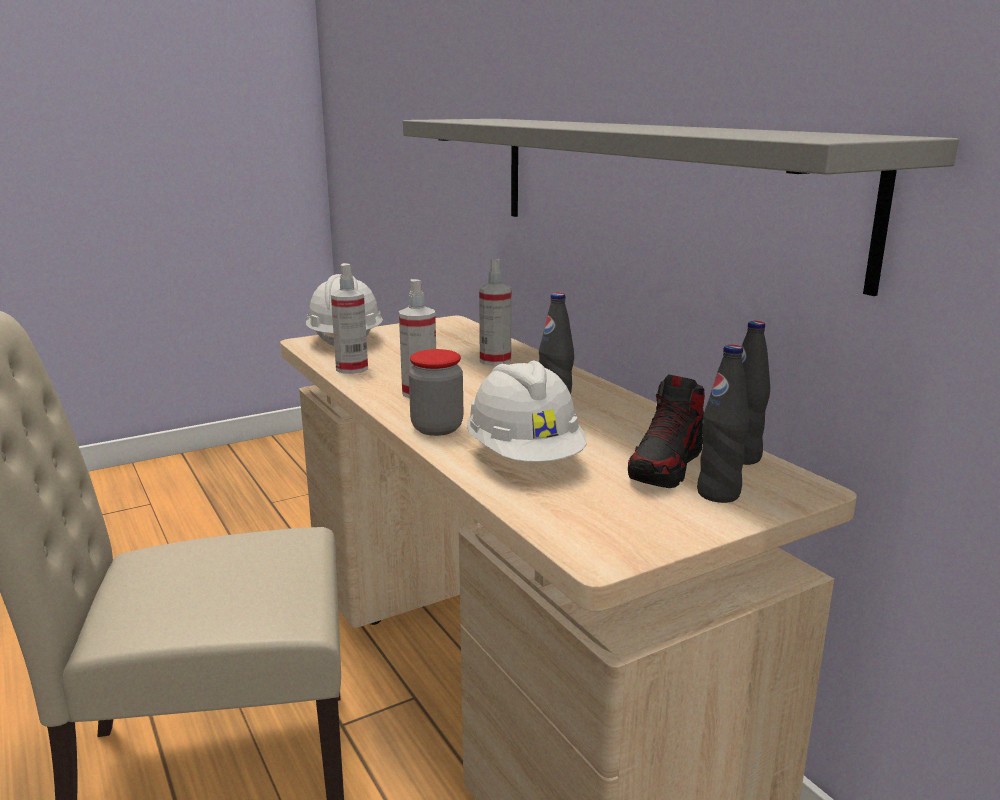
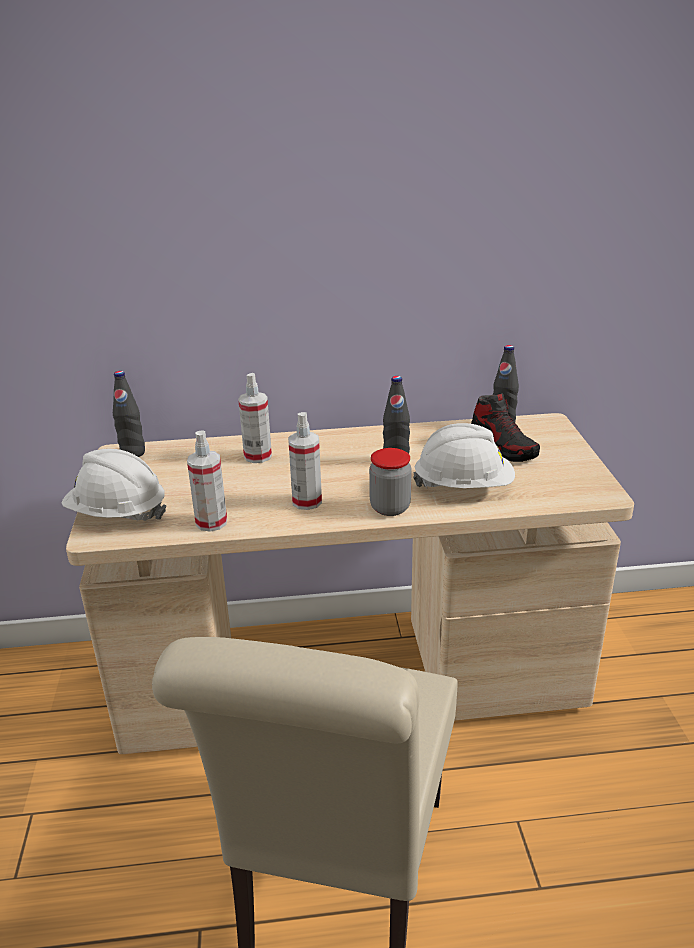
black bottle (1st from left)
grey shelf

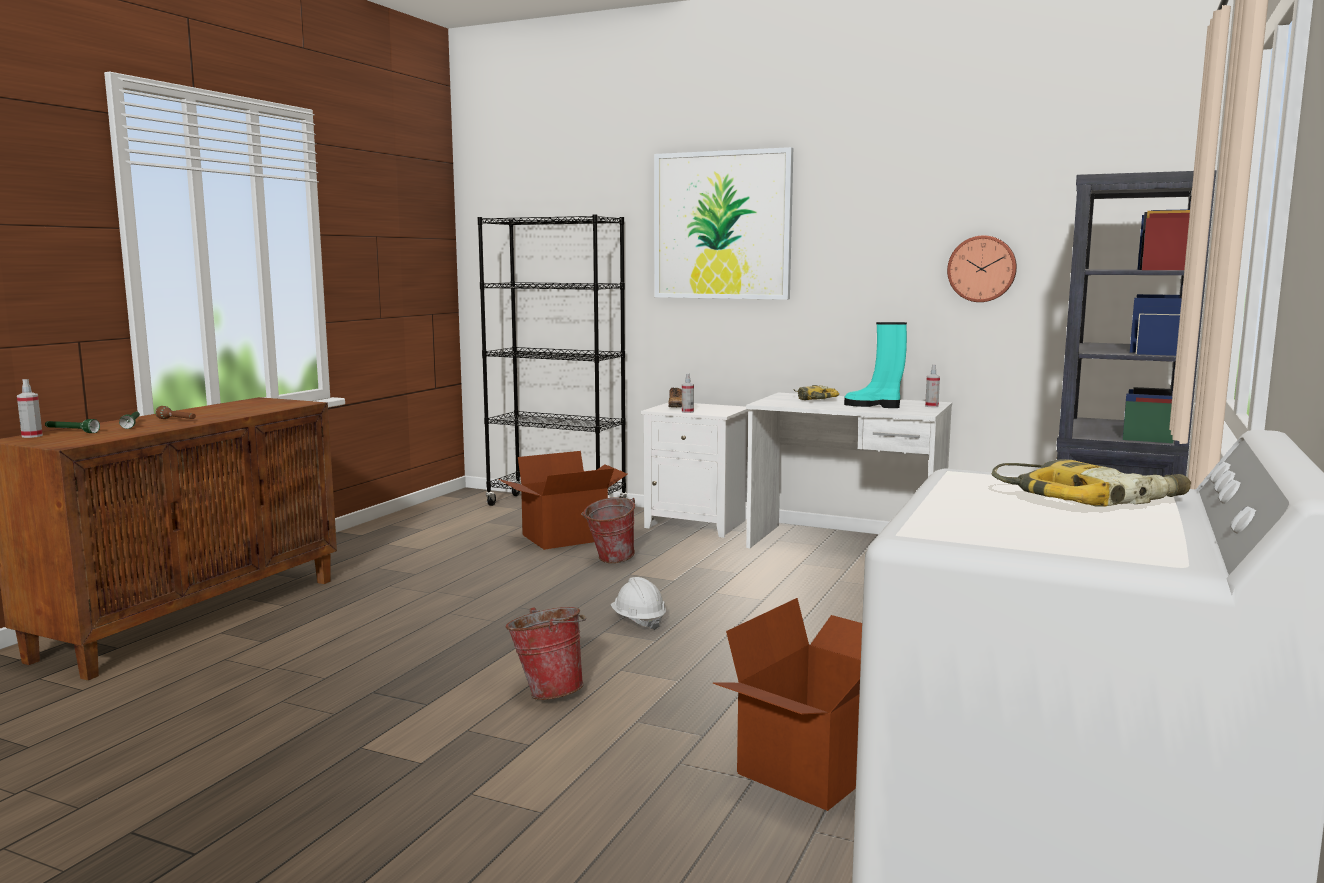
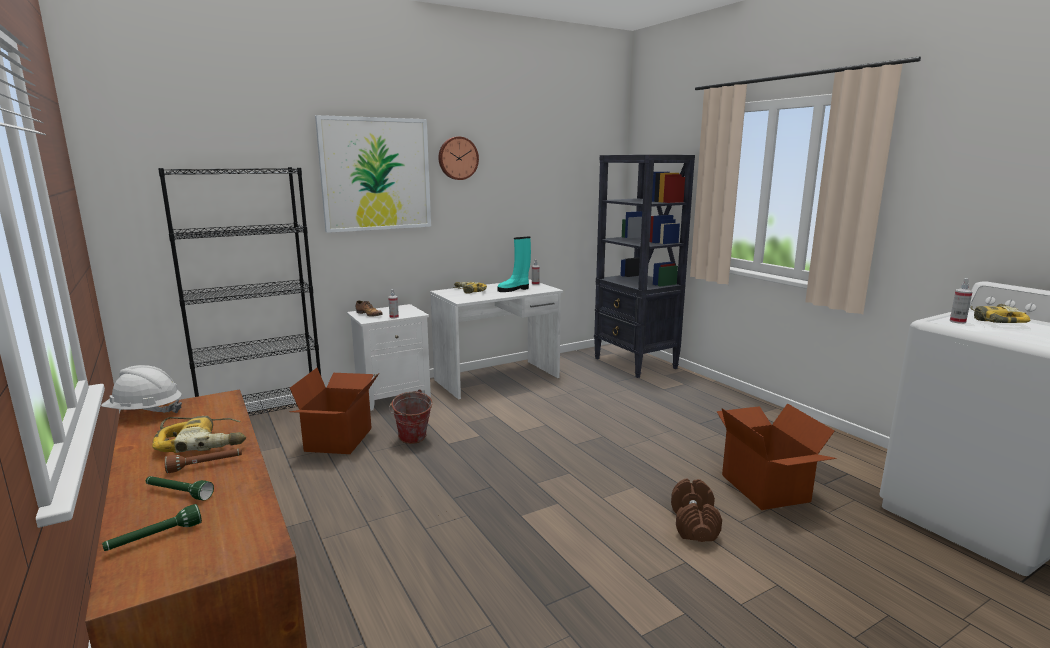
white hard hat
power drill (1st from left)
wall clock
brown dumbbell
spray bottle (3rd from left)
bucket (1st from left in the first image)

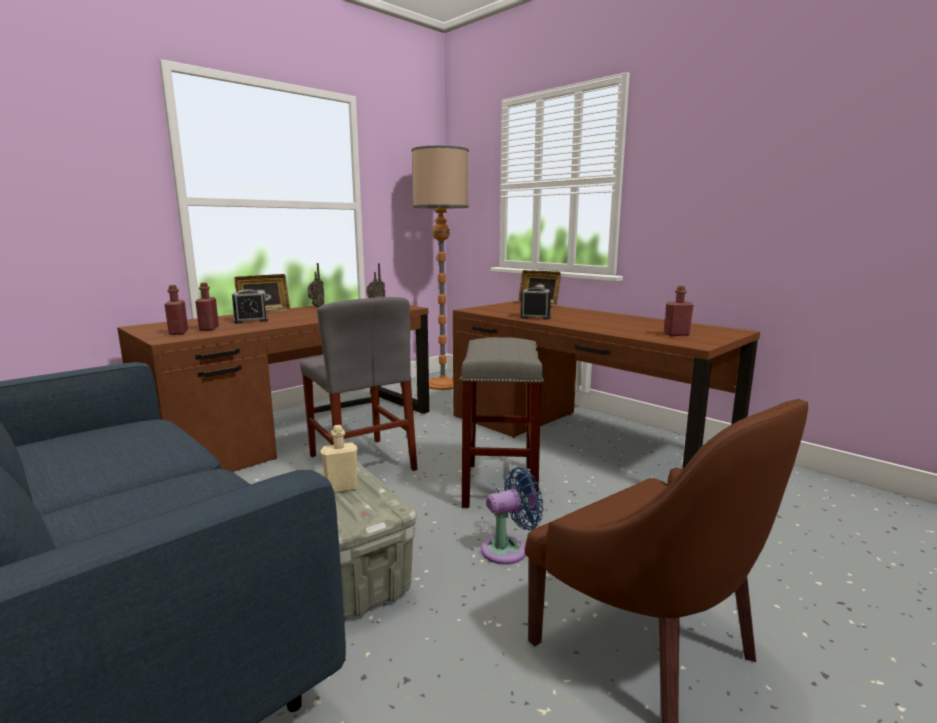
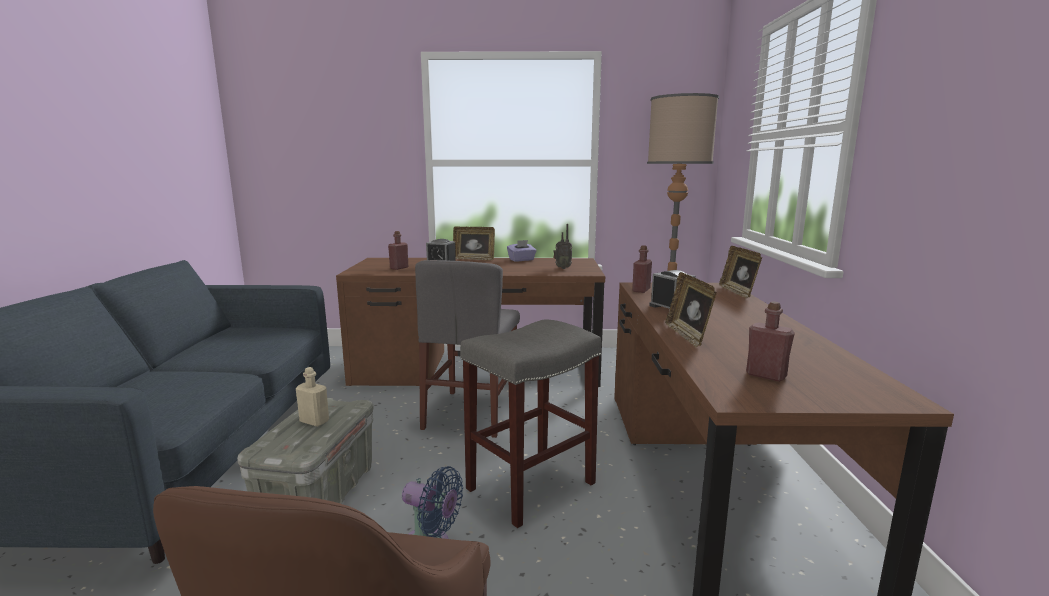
purple tissue box
red bottle (2nd from left)
picture frame (2nd from left)

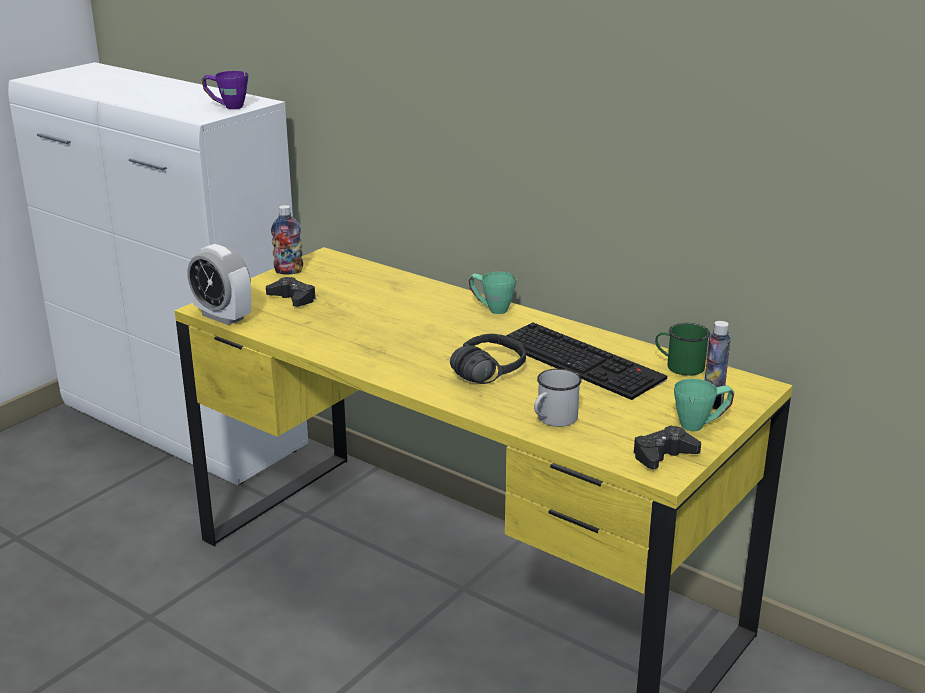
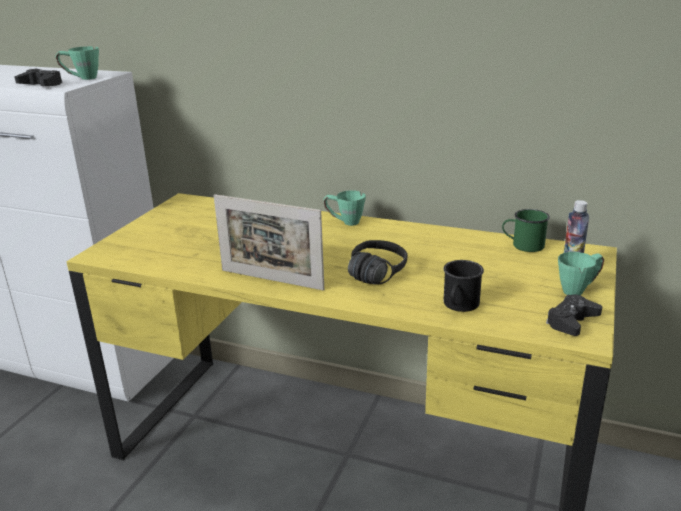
black game controller (1st from left)
green mug (1st from left)
picture frame
black mug
alarm clock
bottle (1st from left in the first image)
keyboard

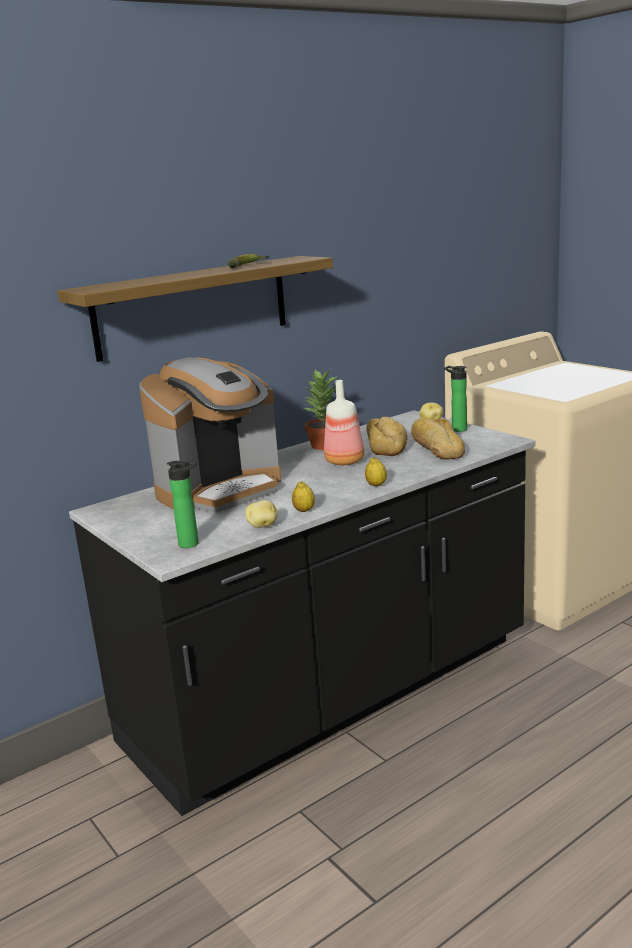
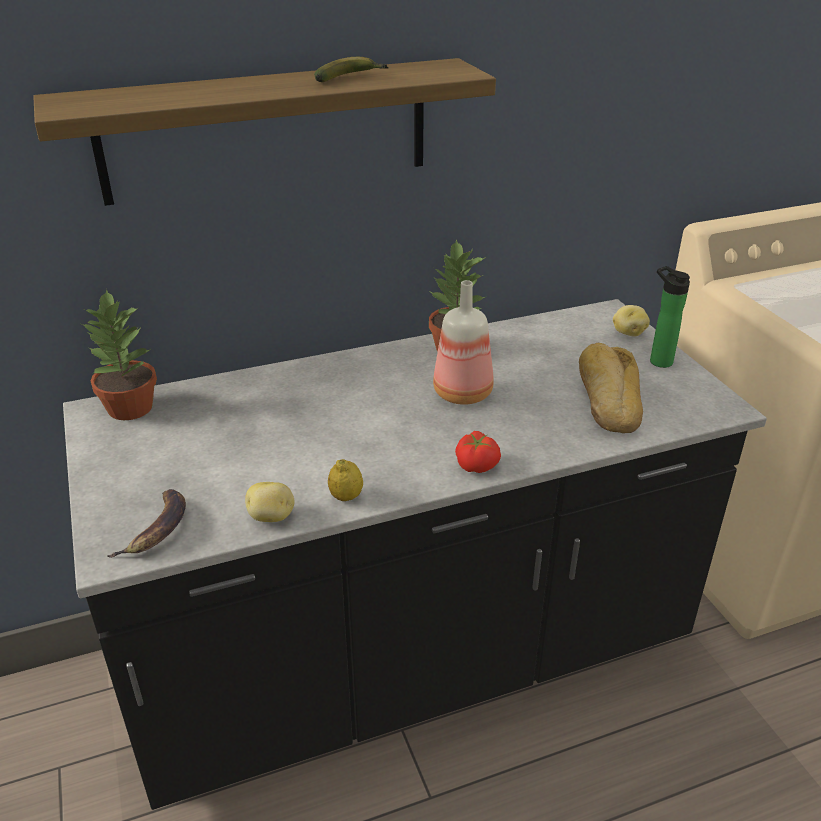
potted plant (1st from left)
banana (1st from left)
tomato
coffee machine
bread (1st from left in the first image)

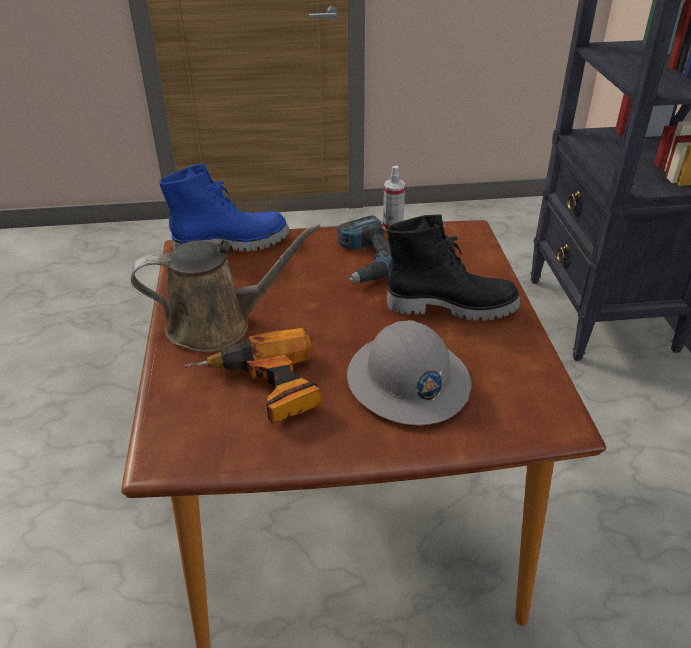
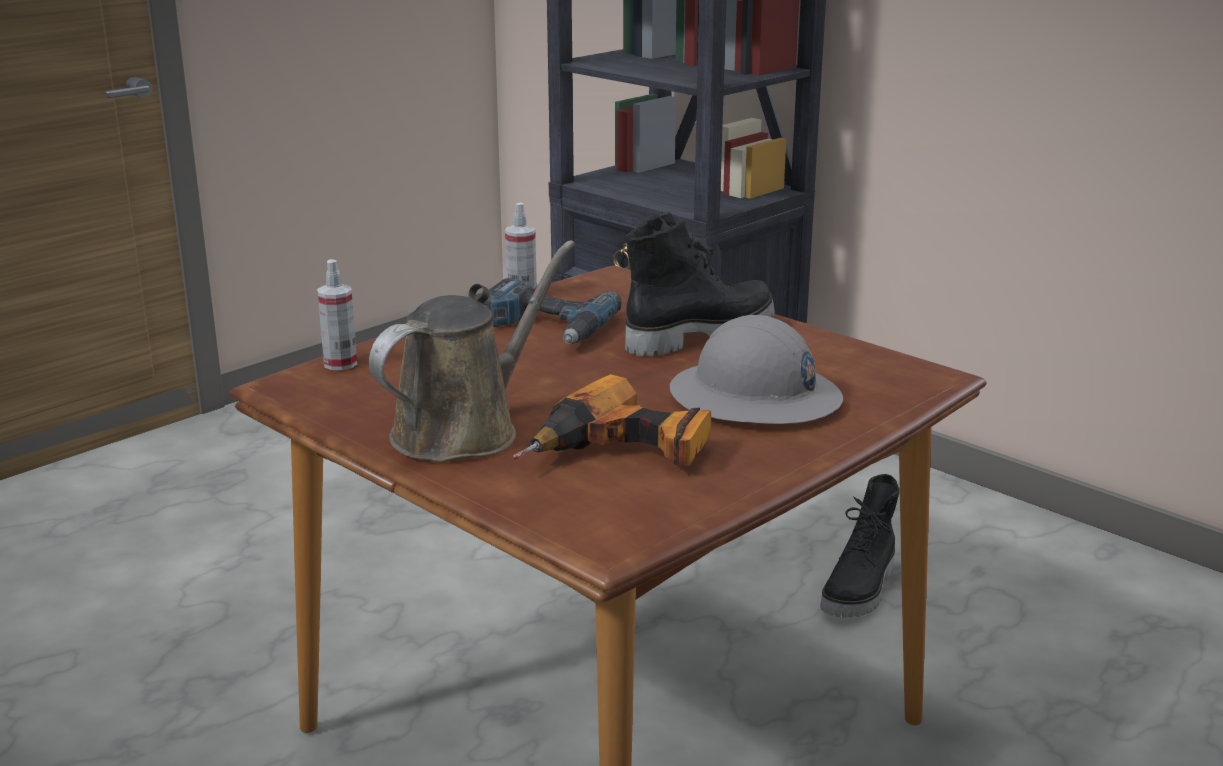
spray bottle (1st from left)
black boot (2nd from left)

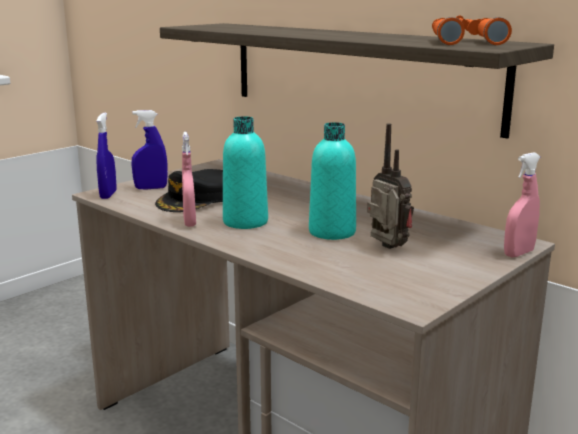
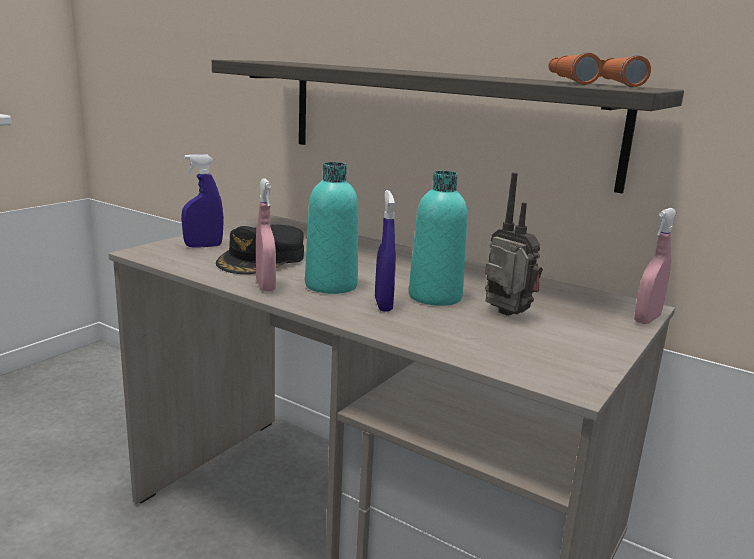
blue spray bottle (2nd from left)

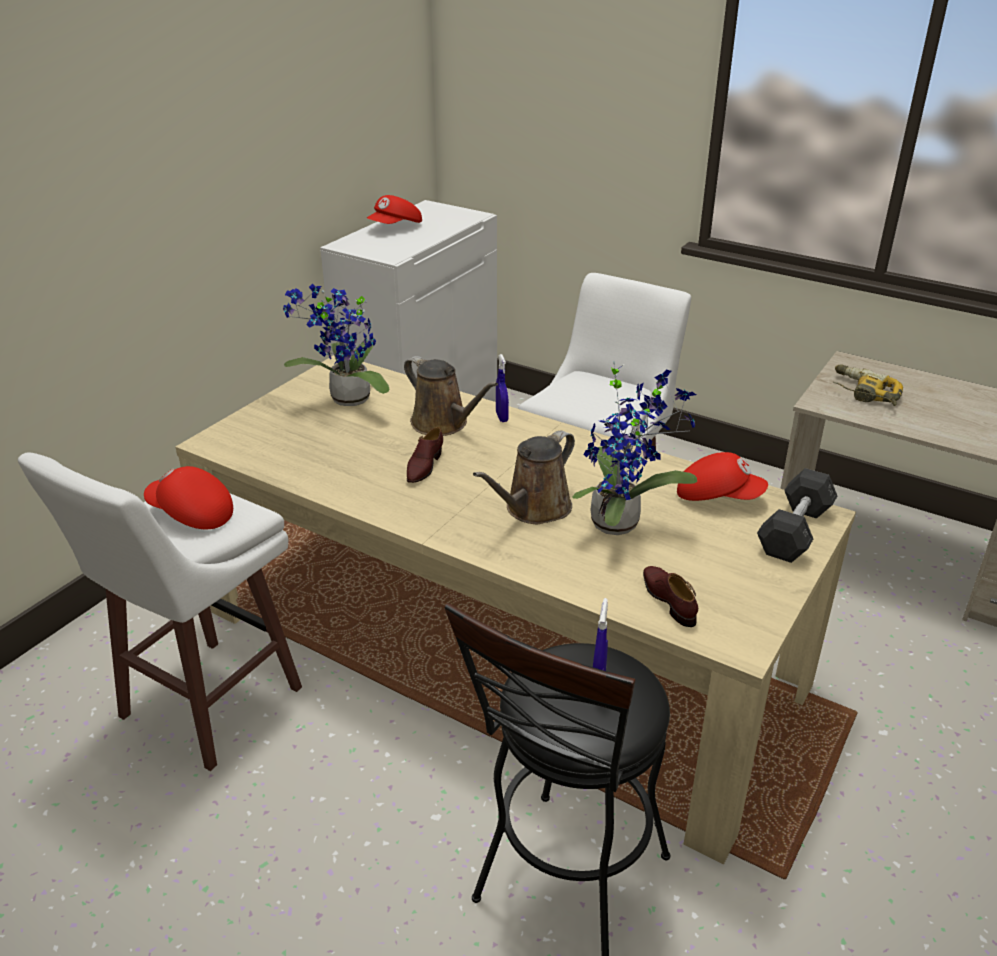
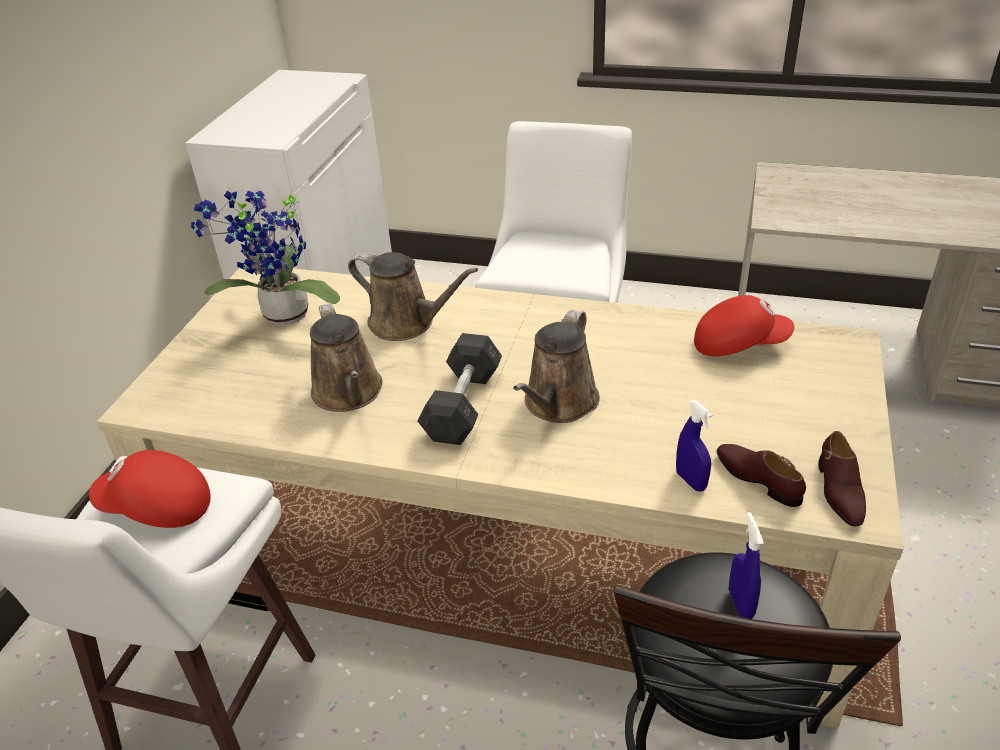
brown watering can (1st from left)
grey dumbbell
blue spray bottle (1st from left)
brown shoe (2nd from left)
red cap (2nd from left in the first image)
potted plant (2nd from left in the first image)
power drill

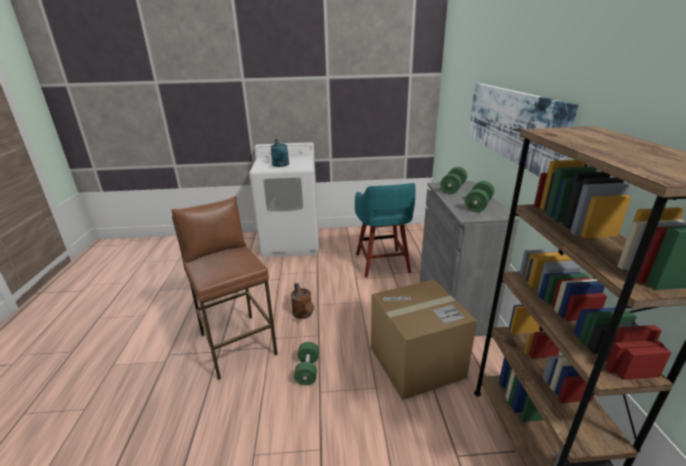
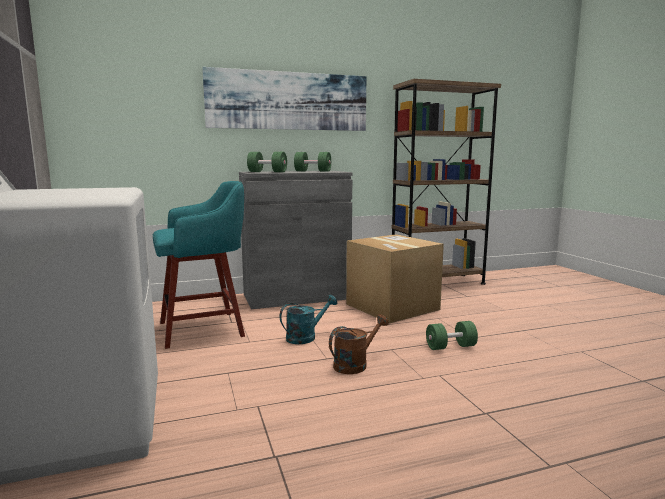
turquoise watering can
brown stool

